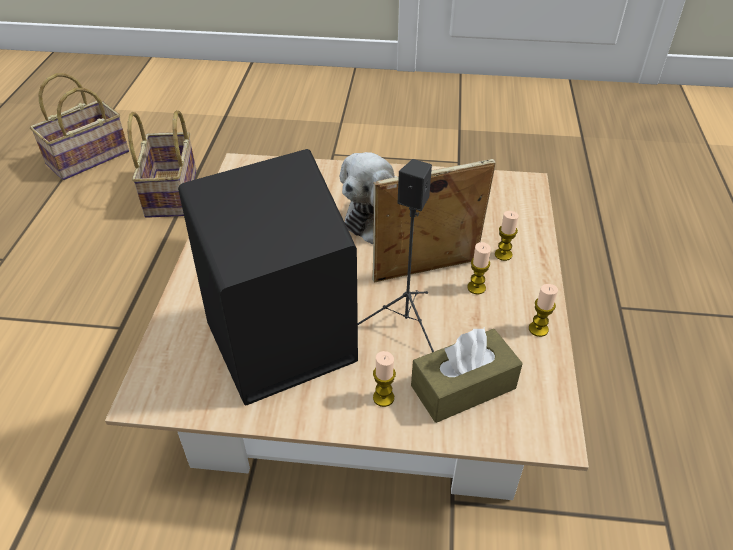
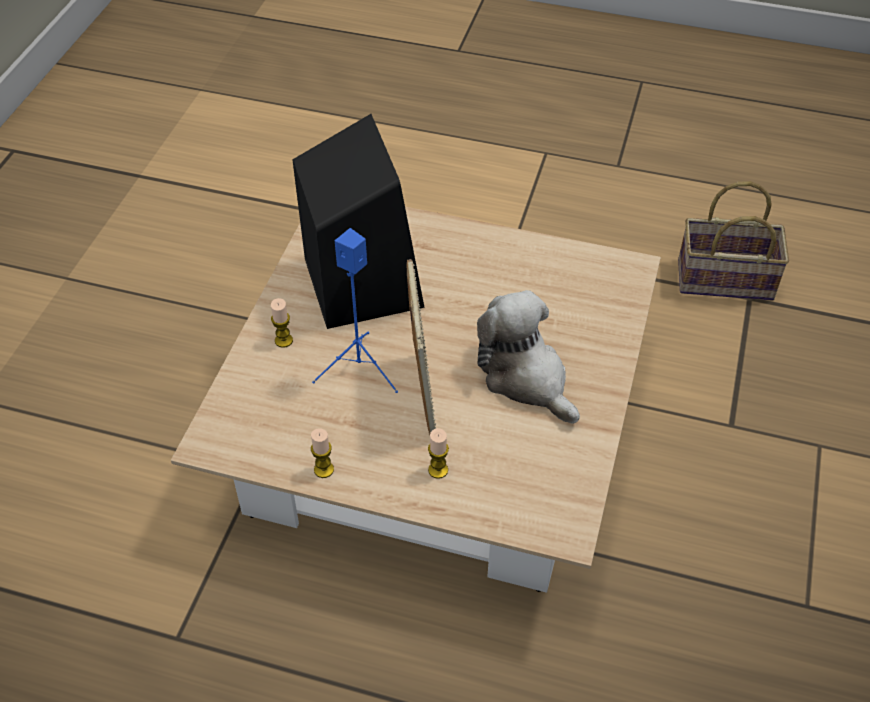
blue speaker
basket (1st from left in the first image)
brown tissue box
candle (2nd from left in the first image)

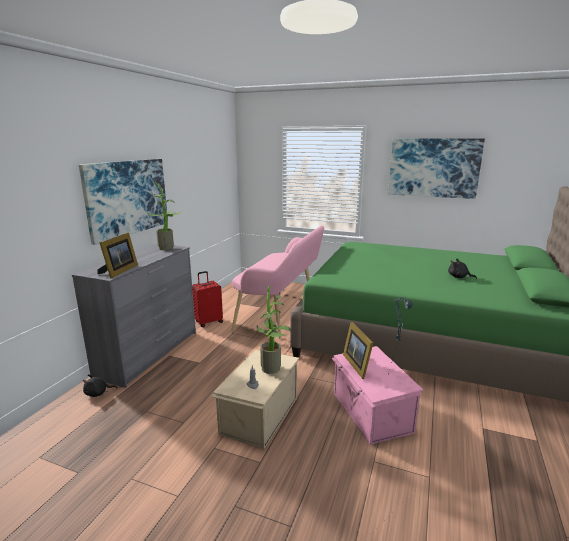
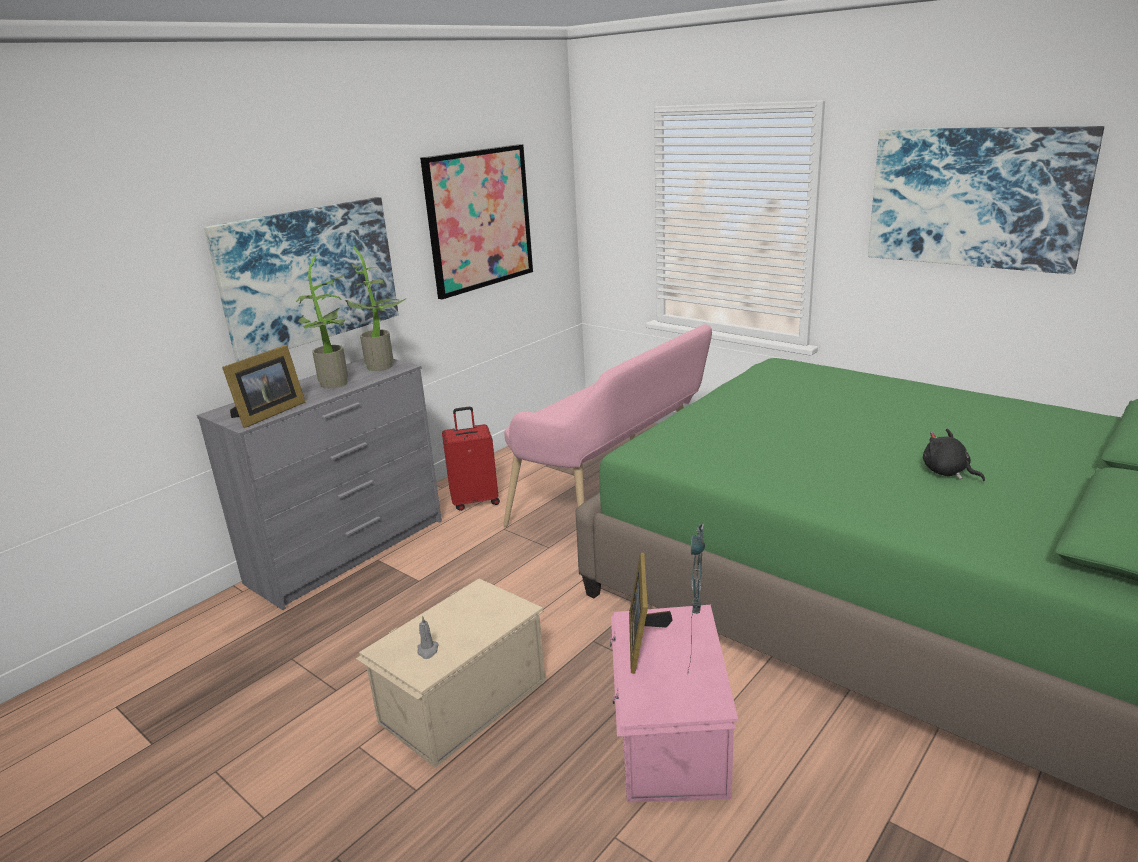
potted plant (1st from left)
picture (2nd from left)
black plush toy (1st from left in the first image)

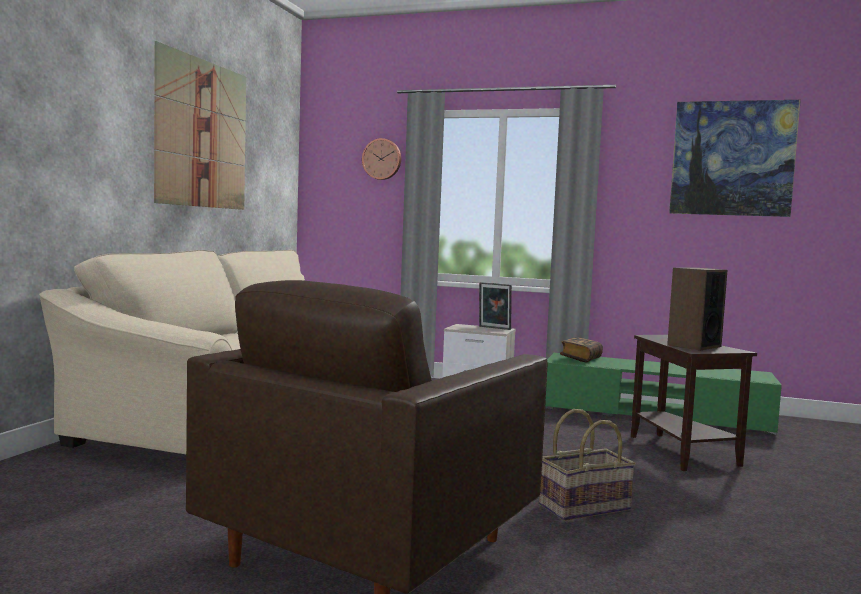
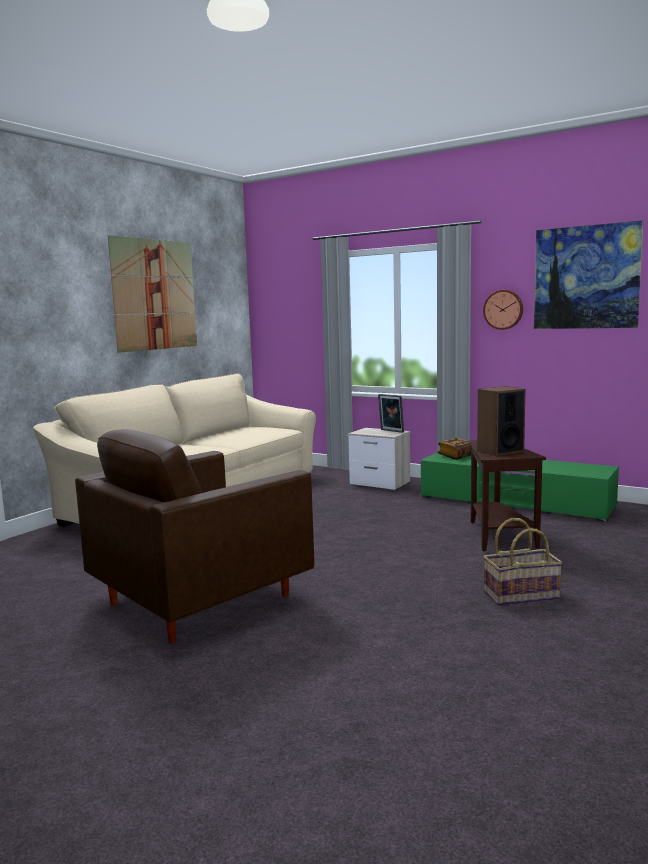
wall clock
basket

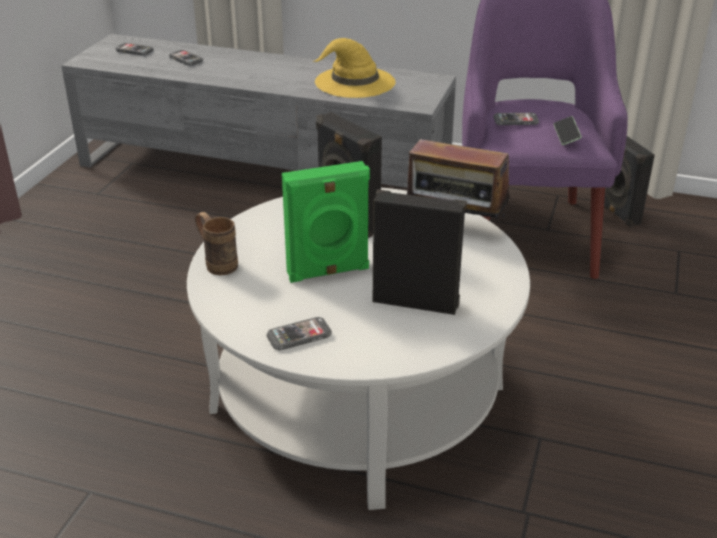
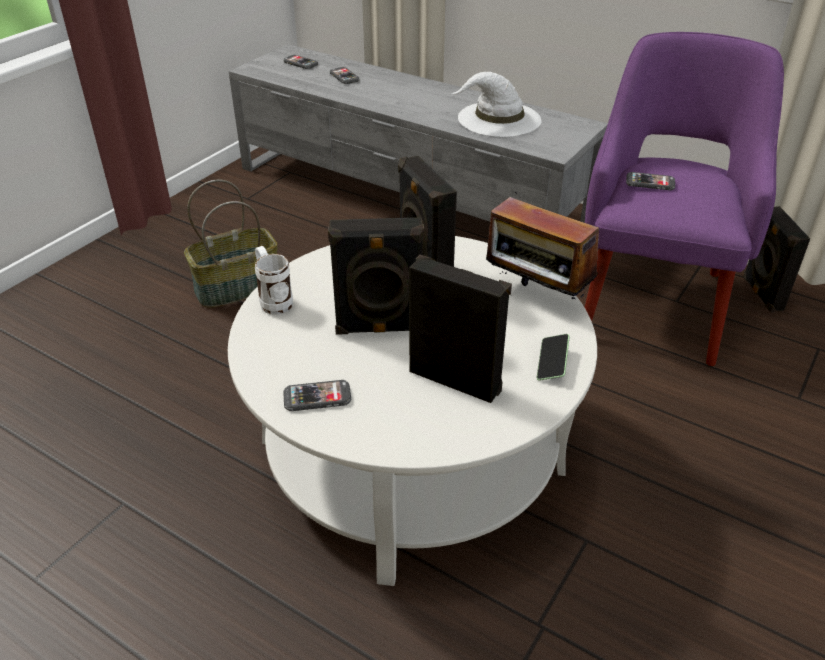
basket
white mug
black speaker (1st from left)
white hat
phone (4th from left)

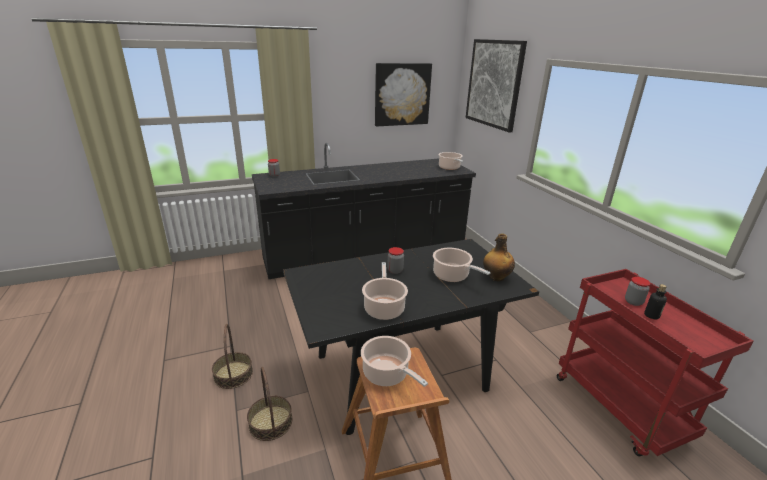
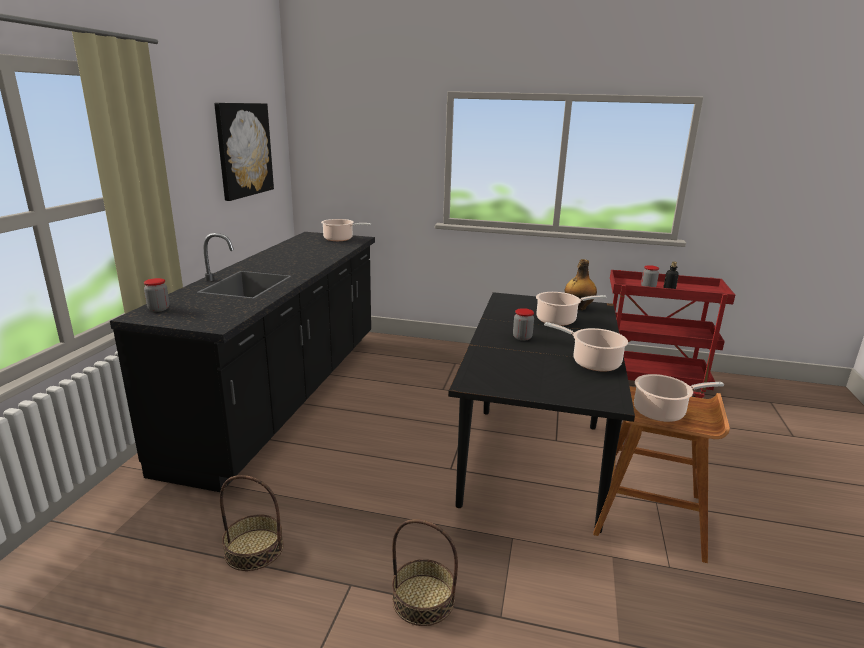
basket (1st from left)
picture (2nd from left in the first image)

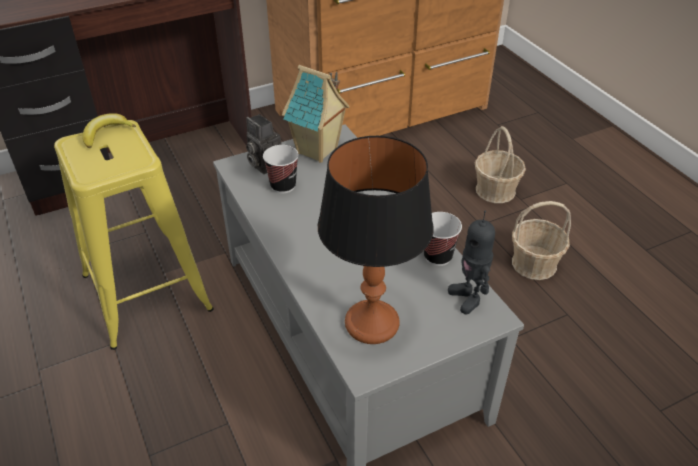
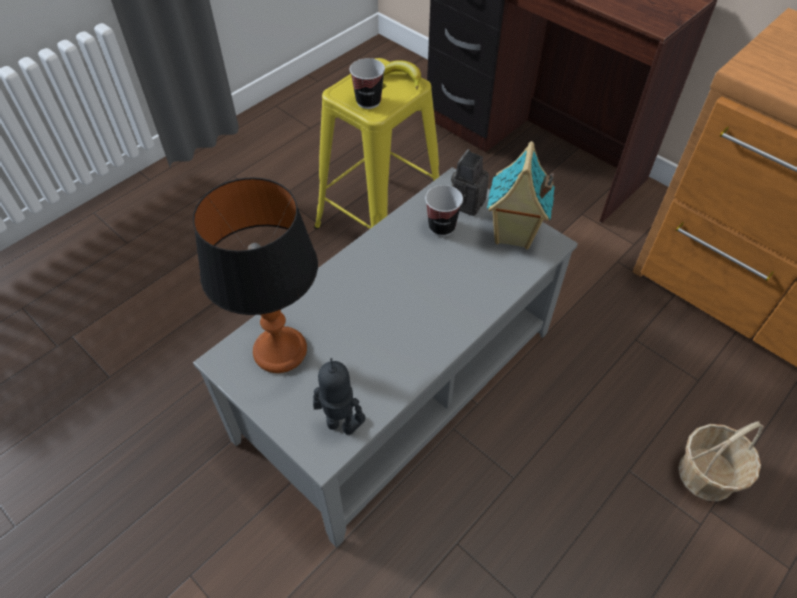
toy robot
cup (1st from left)
basket (2nd from left in the first image)

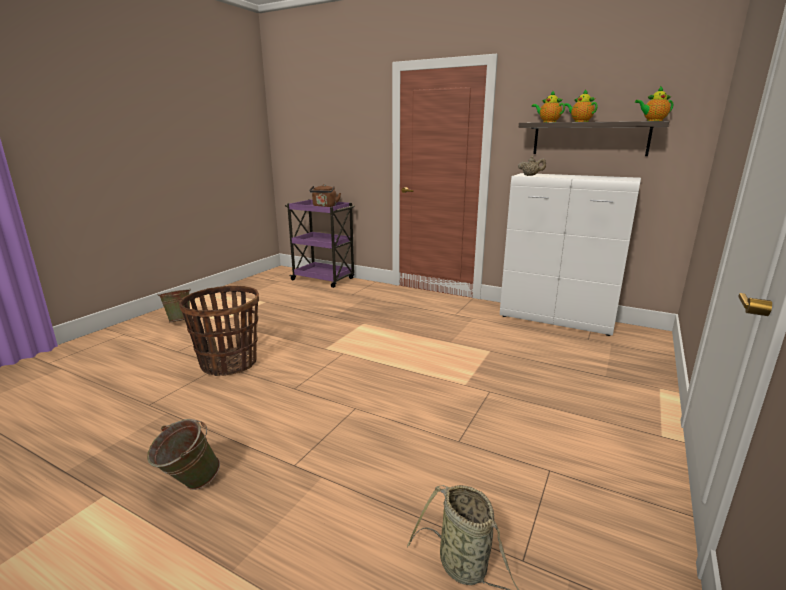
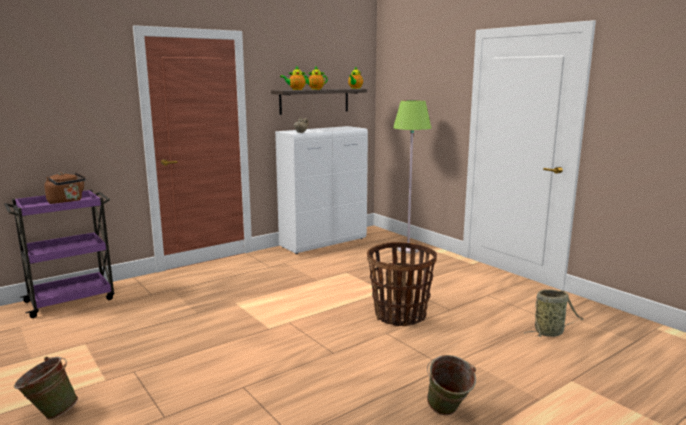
basket (1st from left)
green floor lamp

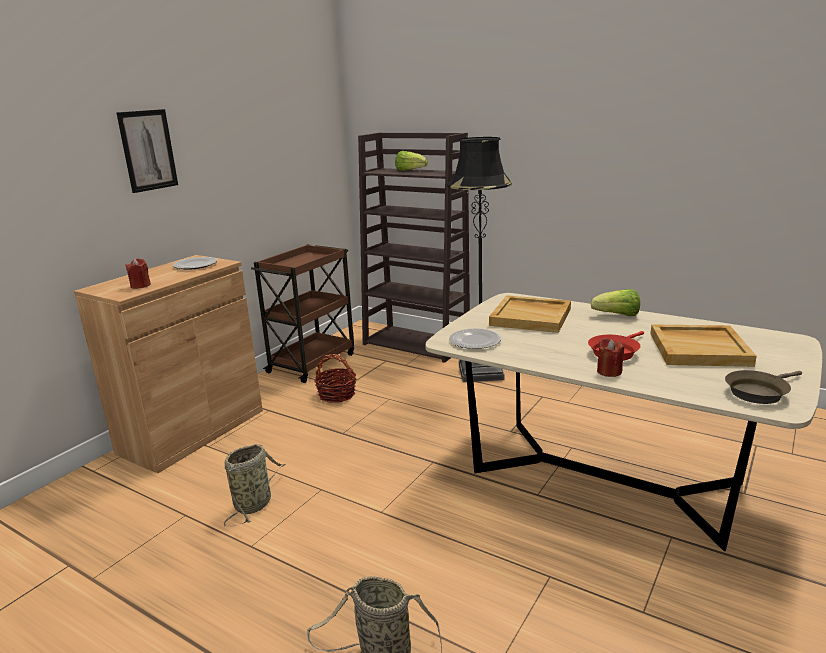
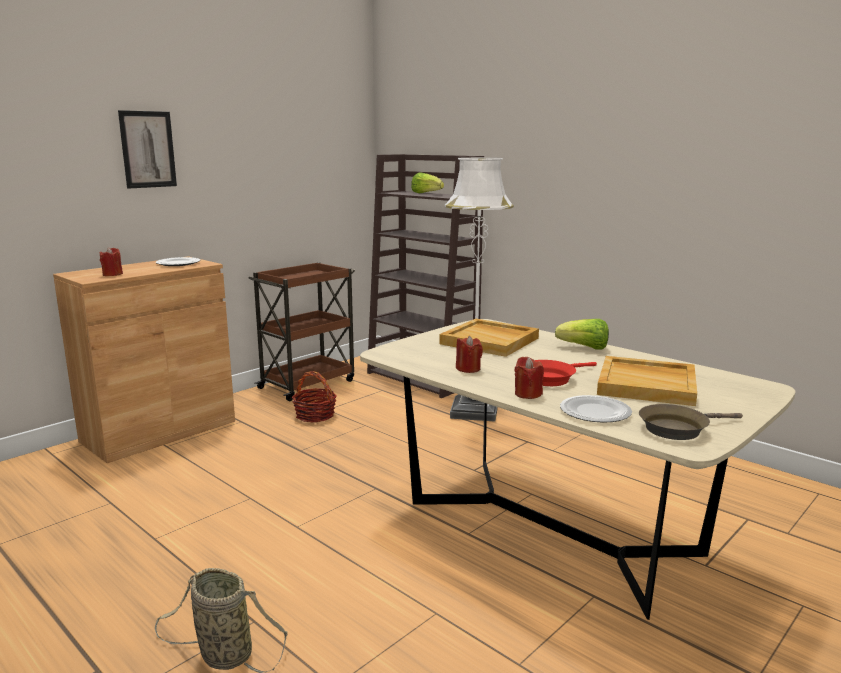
white floor lamp
red candle (2nd from left)
plate (2nd from left)
basket (1st from left in the first image)

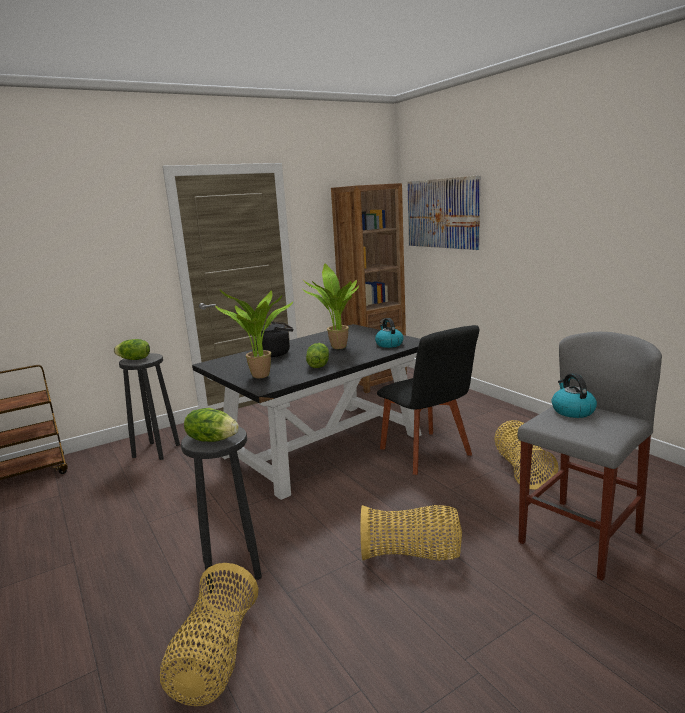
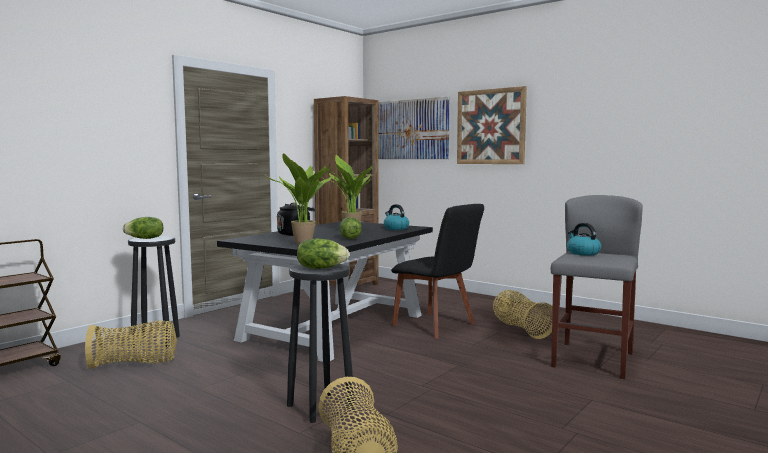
basket (1st from left)
picture (2nd from left)

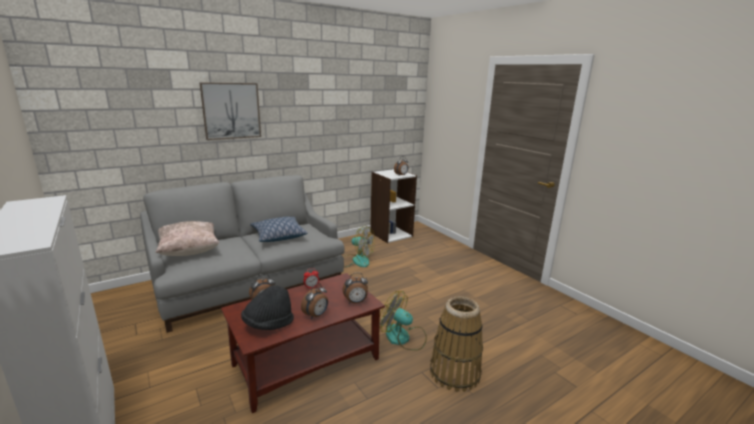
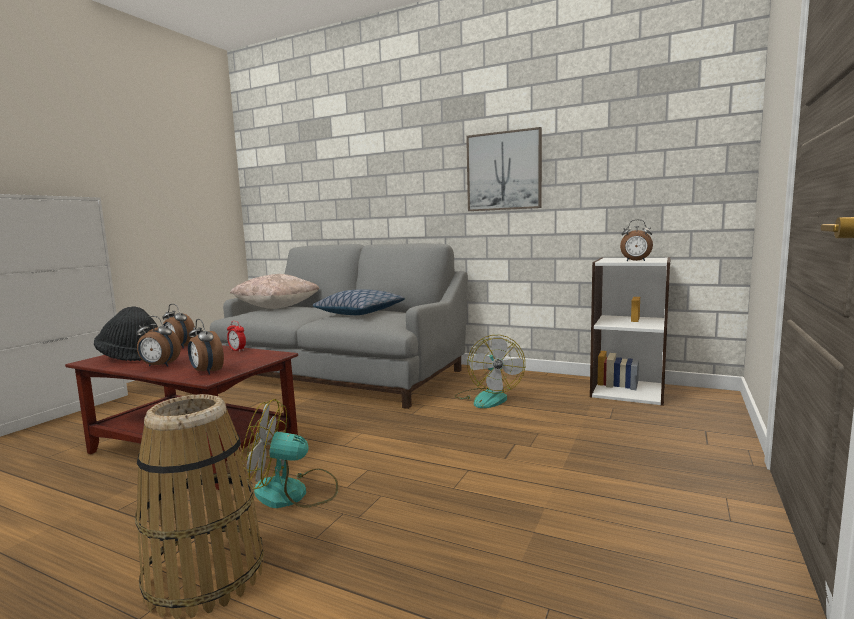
fan (1st from left)
picture

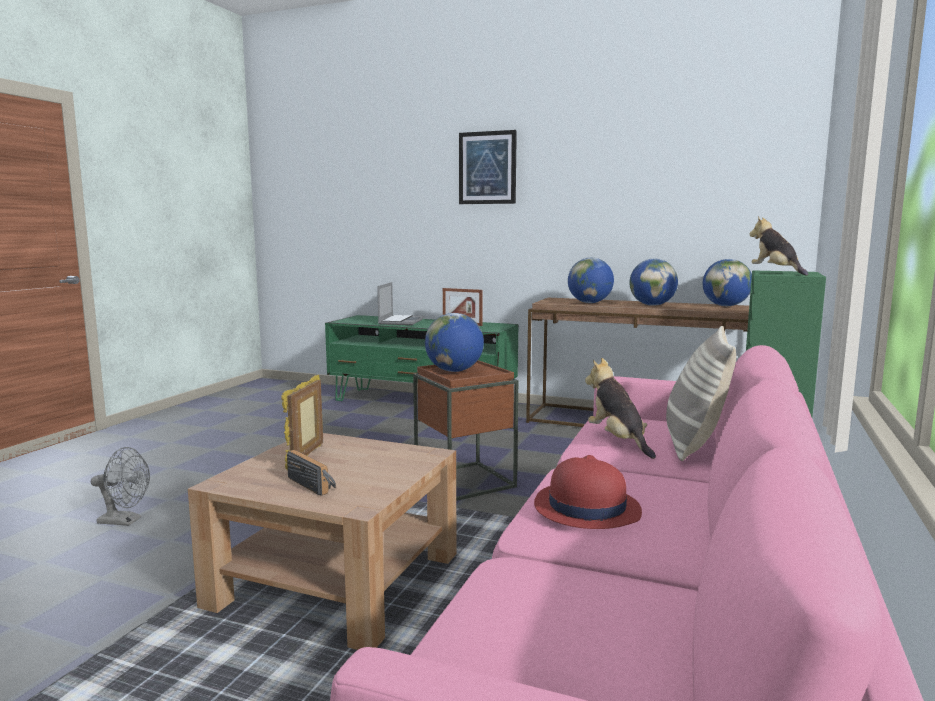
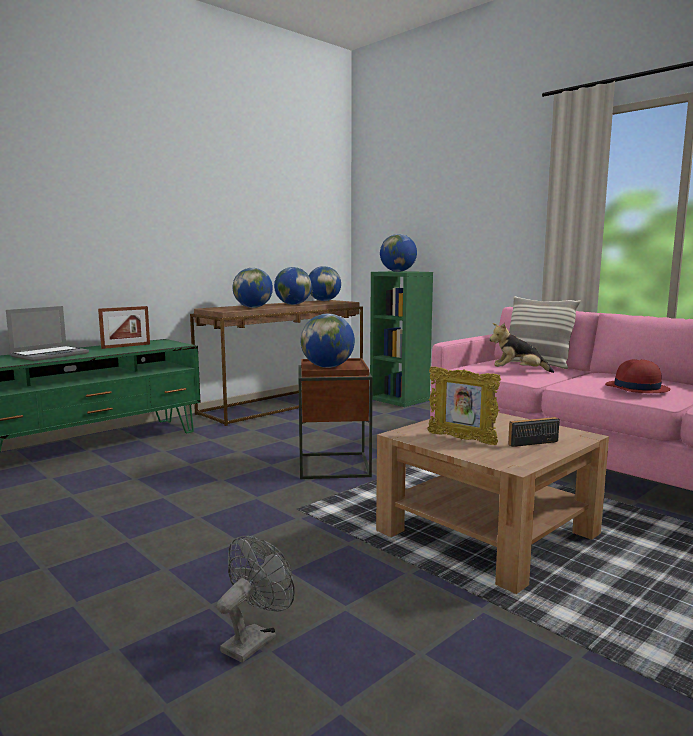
laptop
globe (5th from left)
picture

